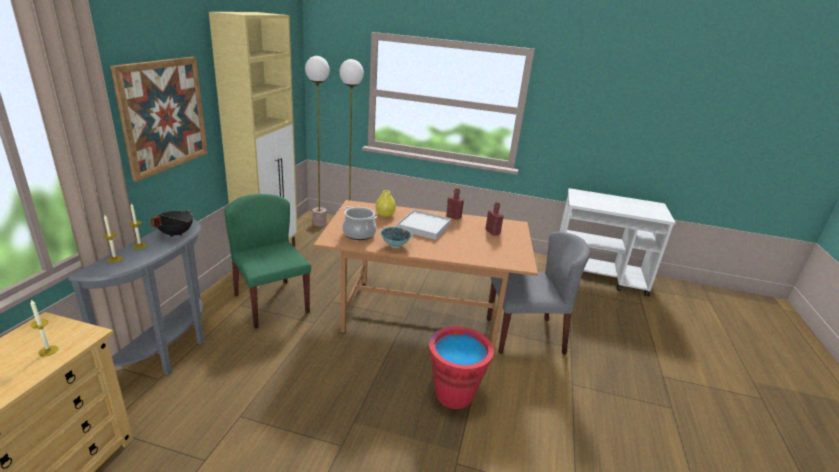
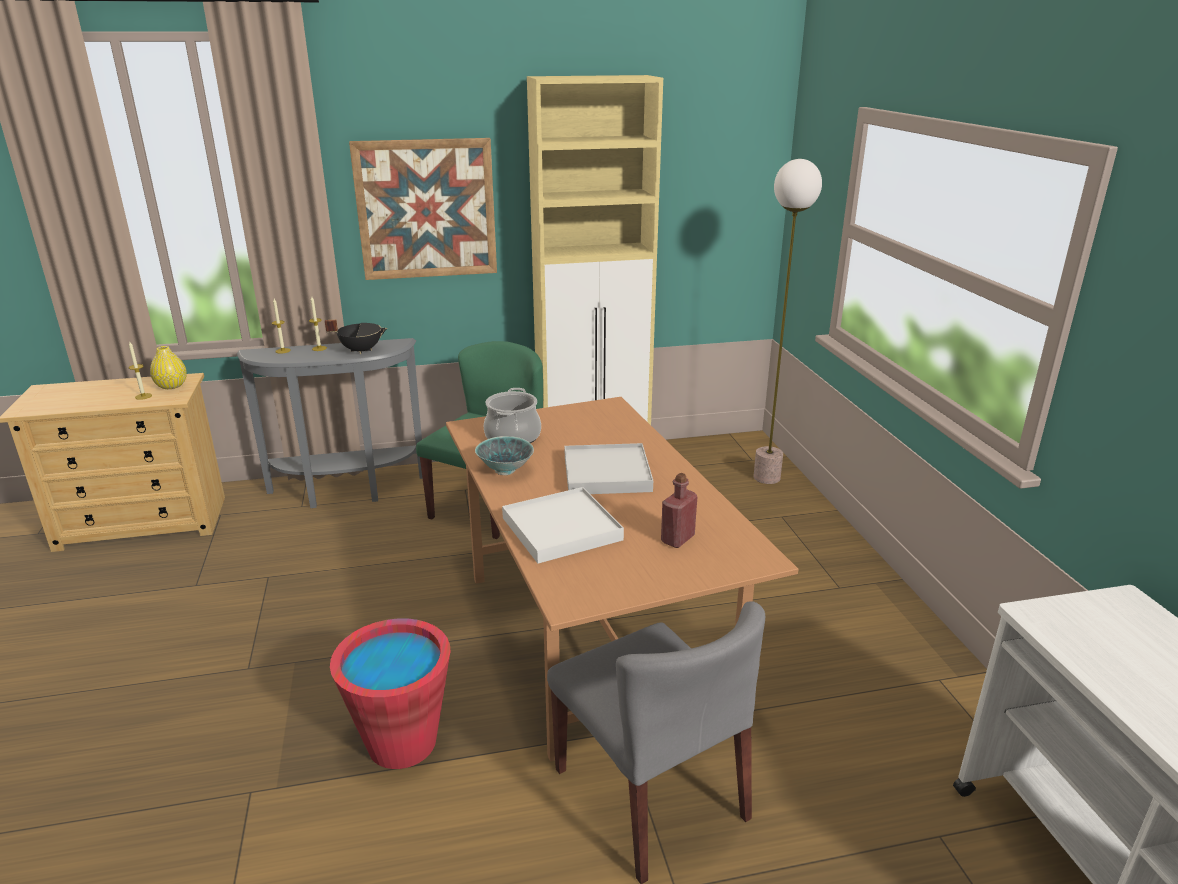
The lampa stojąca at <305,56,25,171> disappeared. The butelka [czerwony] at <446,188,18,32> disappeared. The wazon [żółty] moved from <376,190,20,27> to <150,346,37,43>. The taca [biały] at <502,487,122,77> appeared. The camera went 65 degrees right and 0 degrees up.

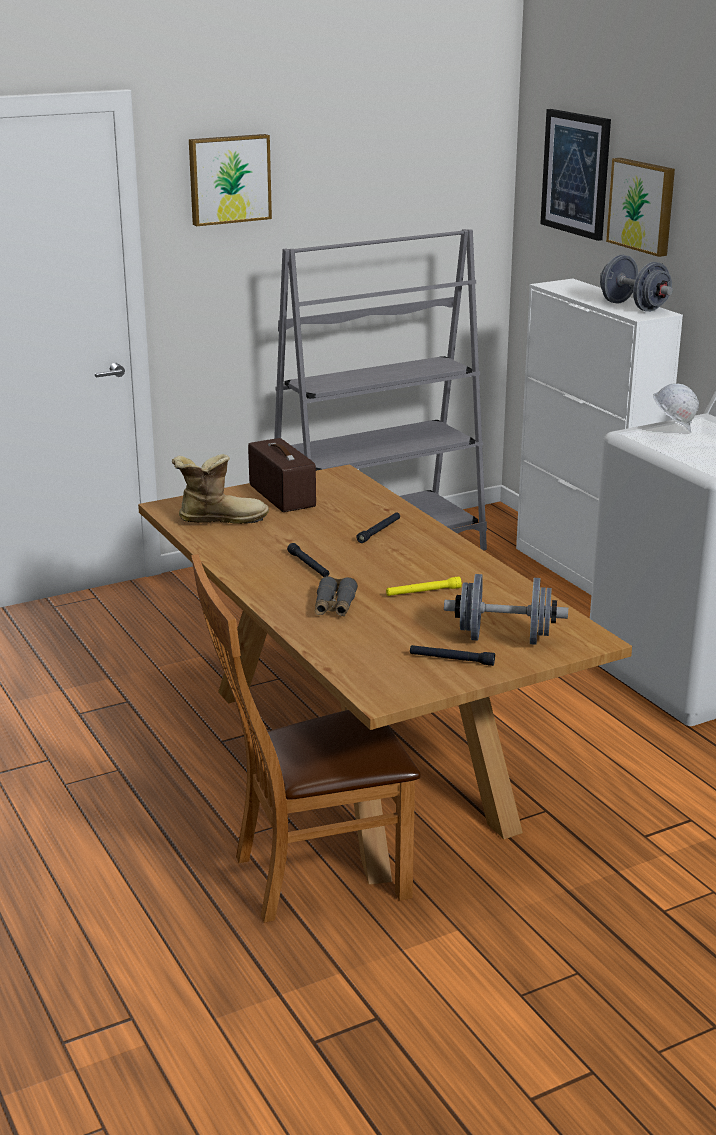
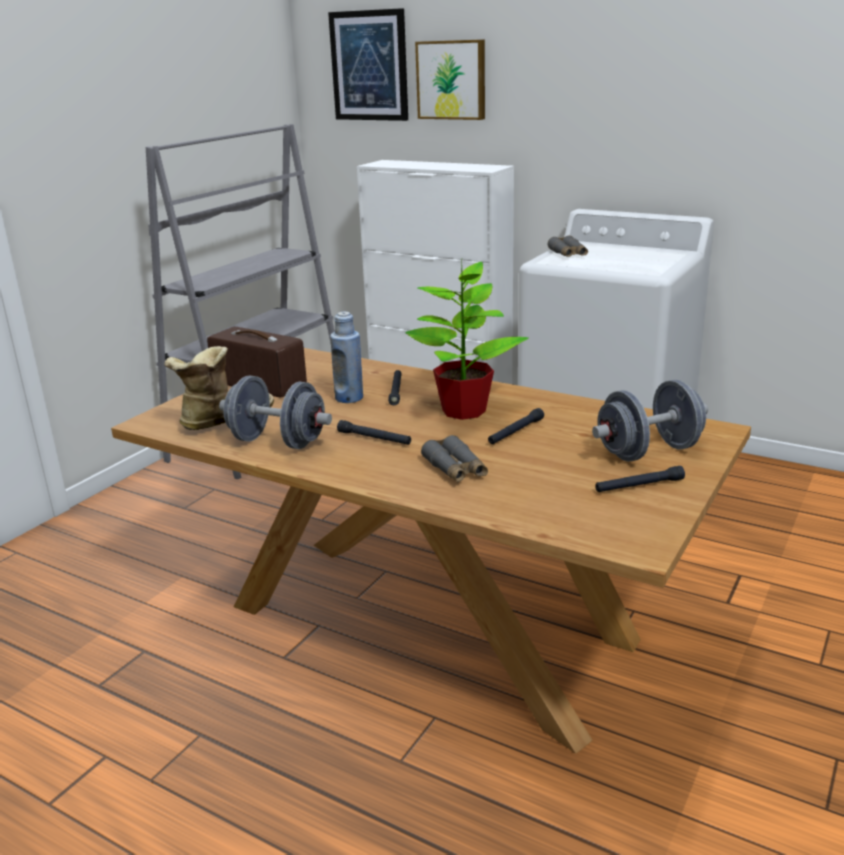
The obraz at <189,134,83,92> disappeared. The hantel [szary] moved from <600,255,73,57> to <219,376,113,73>. The kask [biały] at <653,383,46,50> was replaced by the lornetka [szary] at <548,236,40,21>. The krzesło [brązowy] at <191,554,230,369> disappeared. The latarka [żółty] at <386,577,76,19> became the latarka [czarny] at <488,408,56,36>. The roślina doniczkowa at <406,261,123,159> appeared. The butelka [niebieski] at <330,312,33,91> appeared. The camera went 30 degrees left and 0 degrees up.

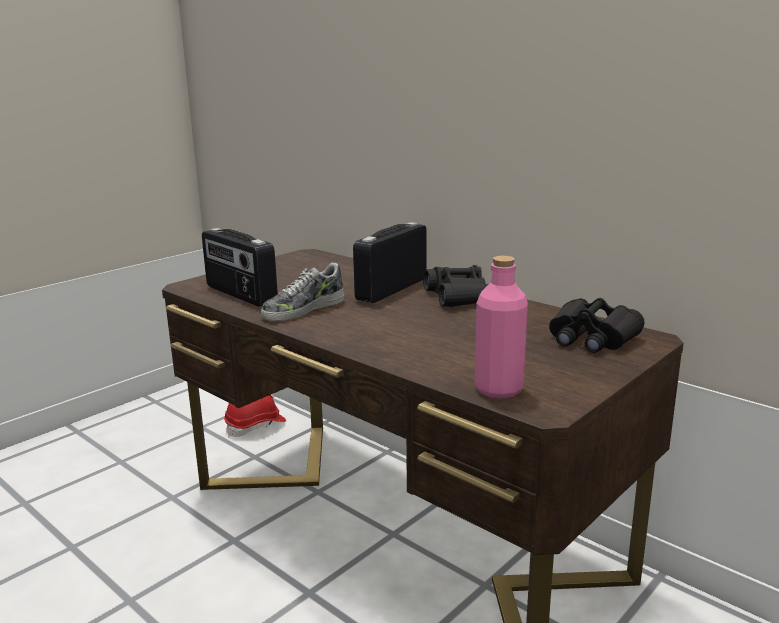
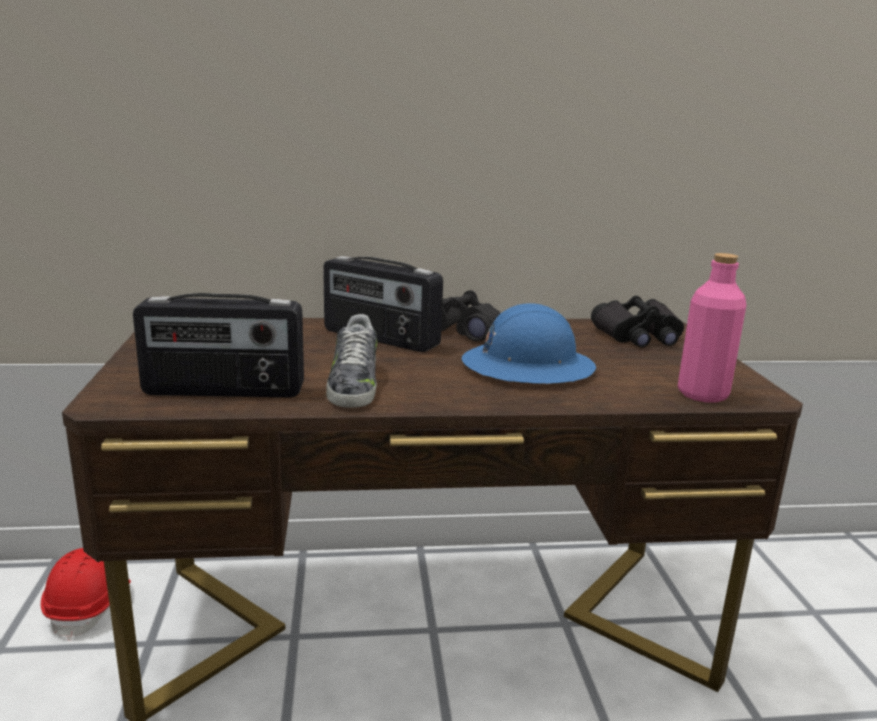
The radio at <353,222,73,81> turned 45 degrees counterclockwise. The kask [niebieski] at <462,303,134,81> appeared. The camera went 50 degrees left and 0 degrees up.

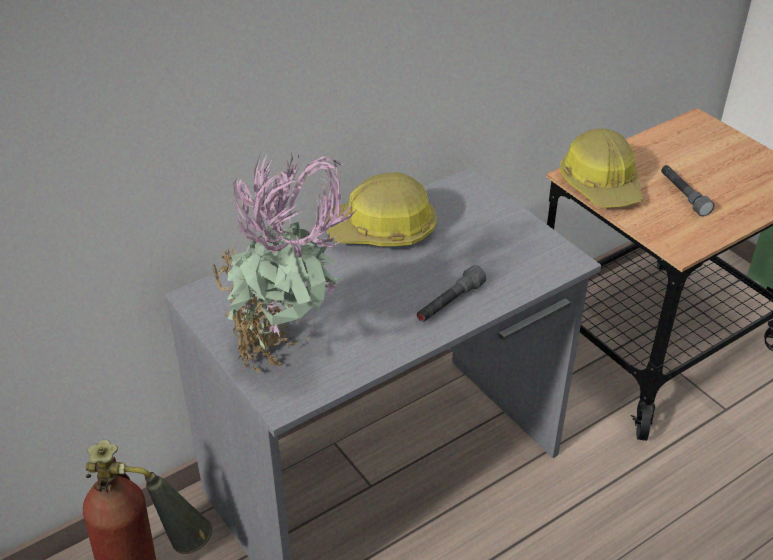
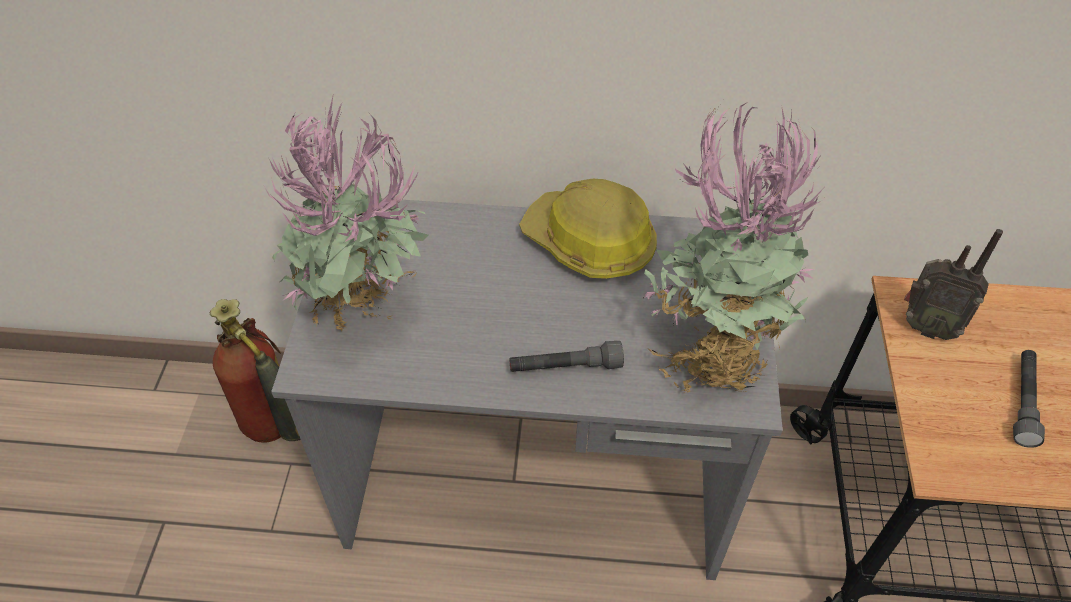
The kask at <559,129,84,79> was replaced by the radio at <904,229,99,111>. The roślina doniczkowa at <644,102,179,291> appeared. The camera went 40 degrees right and 10 degrees up.

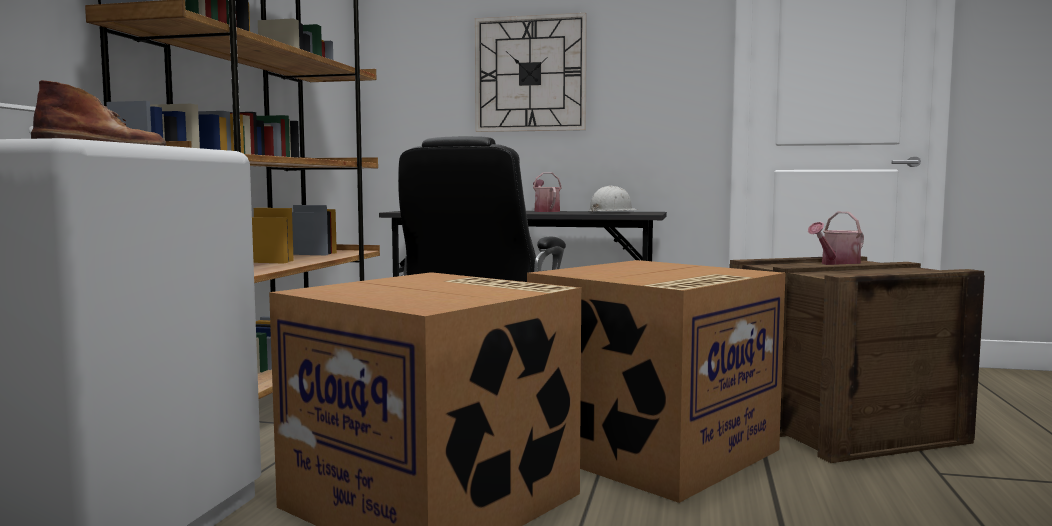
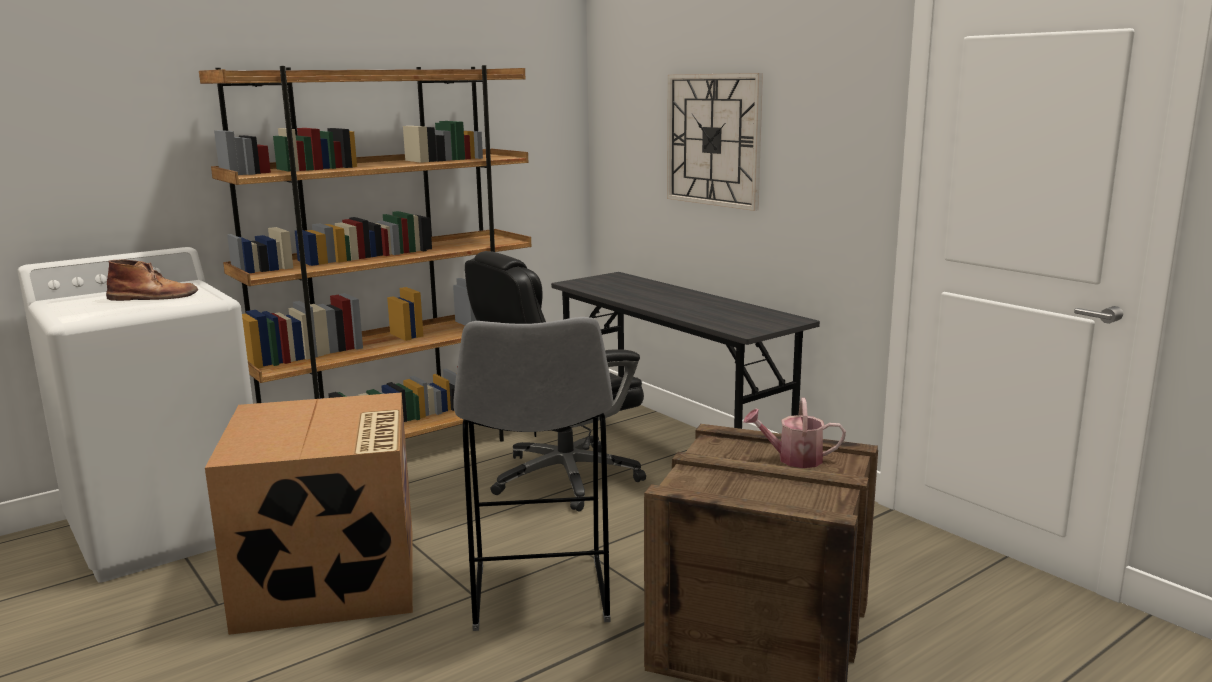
The konewka at <533,172,29,40> disappeared. The kask [biały] at <589,186,49,27> disappeared. The karton at <527,260,259,243> was replaced by the stołek [szary] at <453,317,160,314>. The camera went 40 degrees right and 10 degrees up.

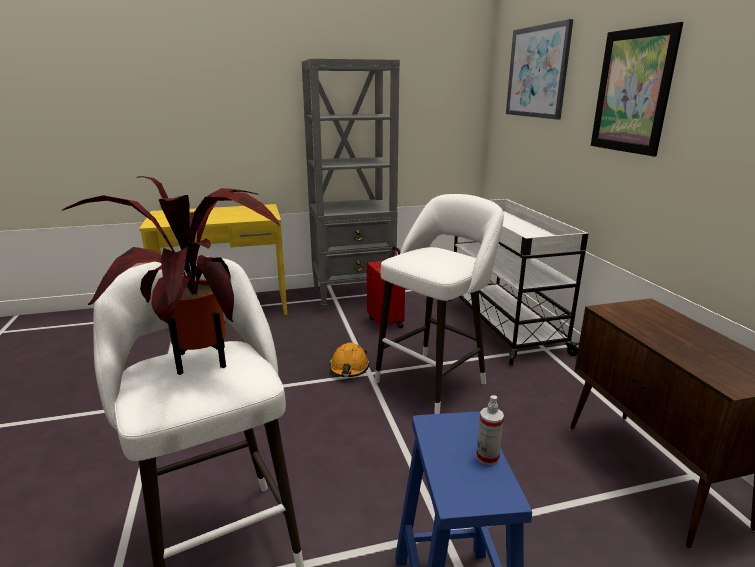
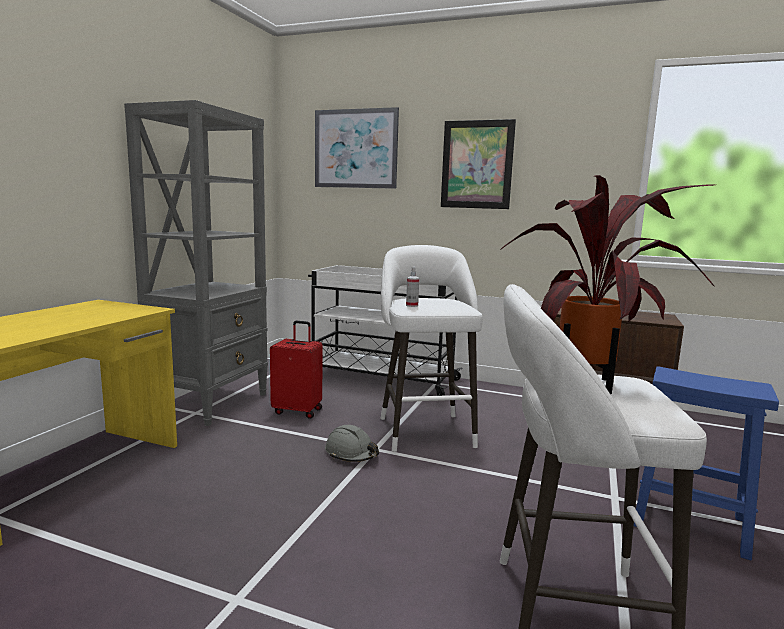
The kask [pomarańczowy] at <329,343,41,34> became the kask [szary] at <325,425,54,37>. The spryskiwacz moved from <476,395,28,70> to <406,267,13,40>. The camera went 55 degrees left and 10 degrees down.

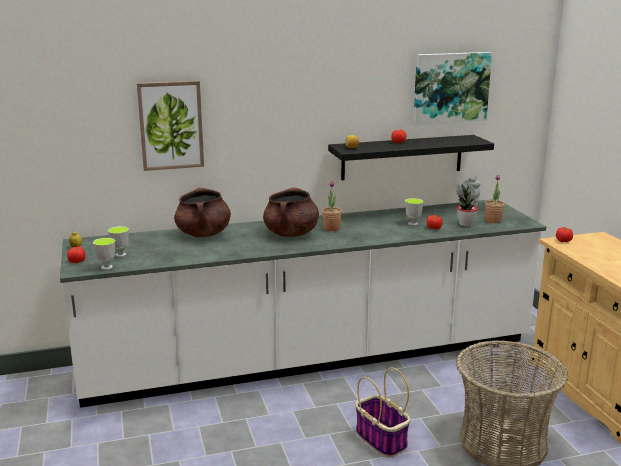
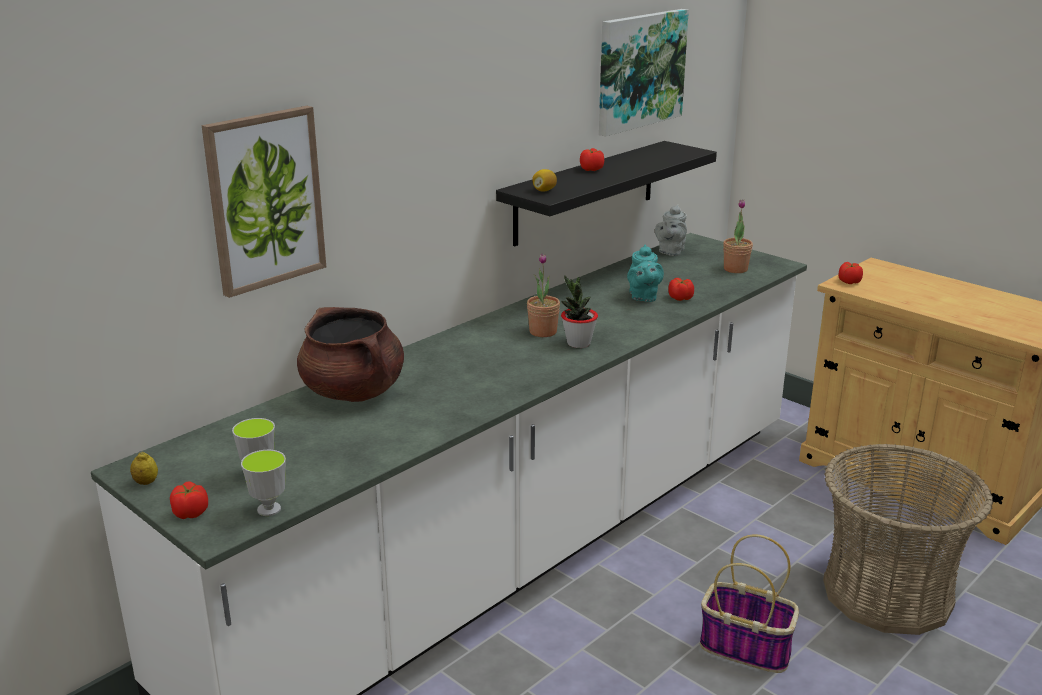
The roślina doniczkowa moved from <457,184,21,43> to <561,275,37,73>. The garnek [brązowy] at <263,187,56,50> disappeared. The filiżanka at <405,198,19,28> was replaced by the imbryk [turkusowy] at <627,244,37,58>. The camera went 30 degrees left and 5 degrees up.

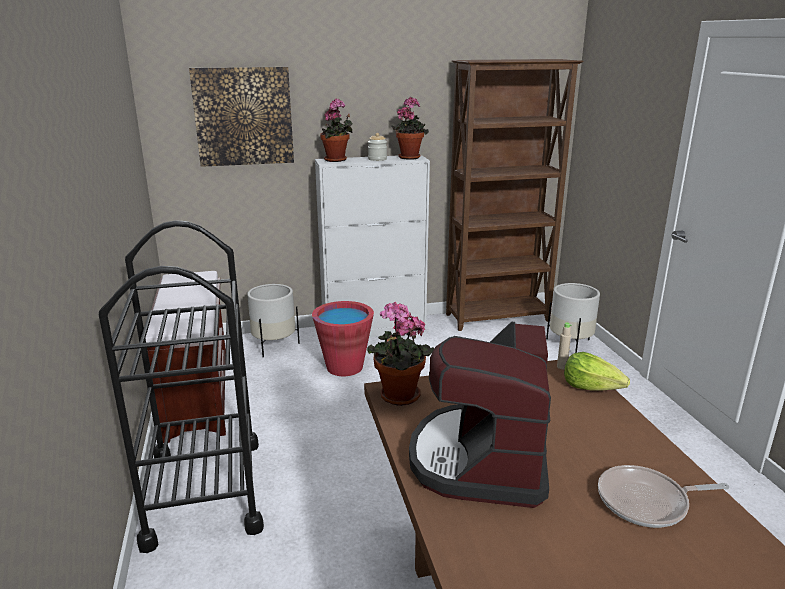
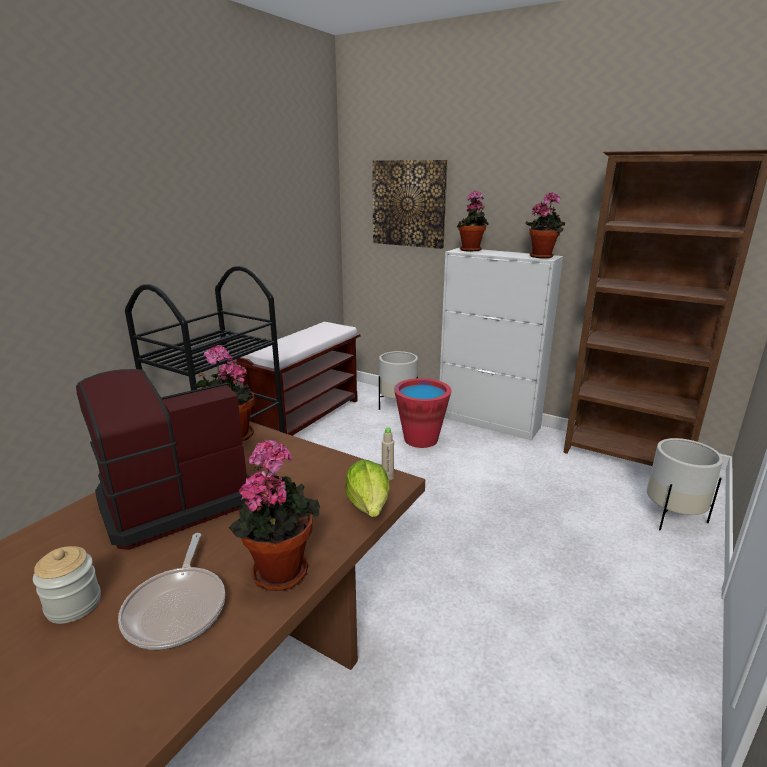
The słoik moved from <368,133,19,28> to <33,546,68,78>. The patelnia at <598,465,131,63> turned 135 degrees counterclockwise. The roślina doniczkowa at <229,440,91,151> appeared. The camera went 45 degrees right and 0 degrees up.

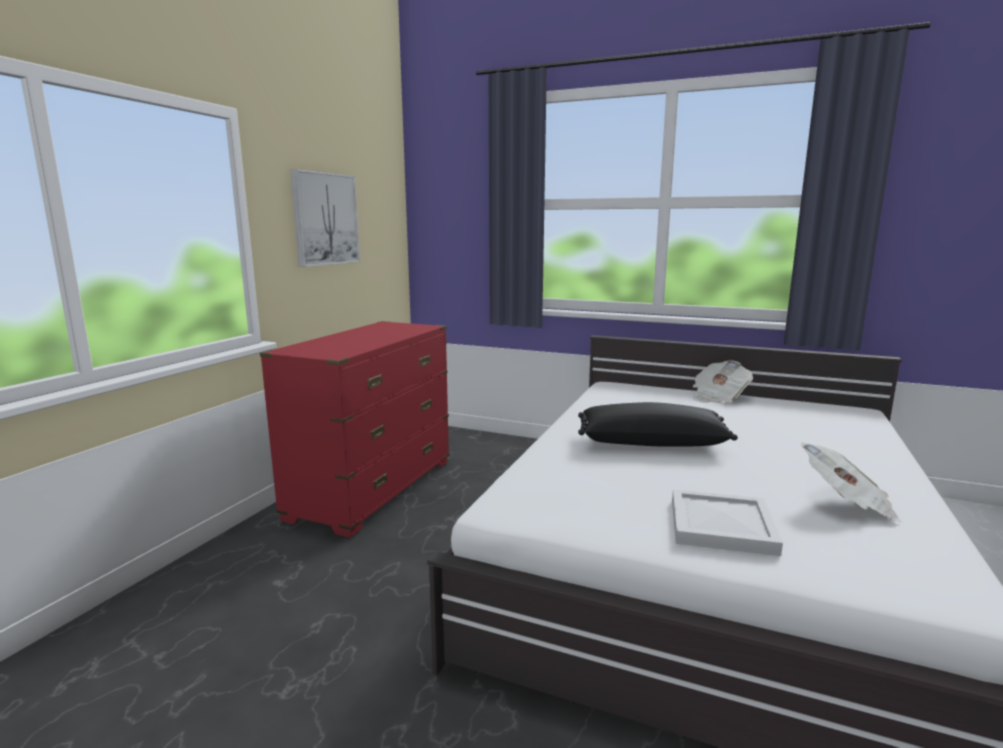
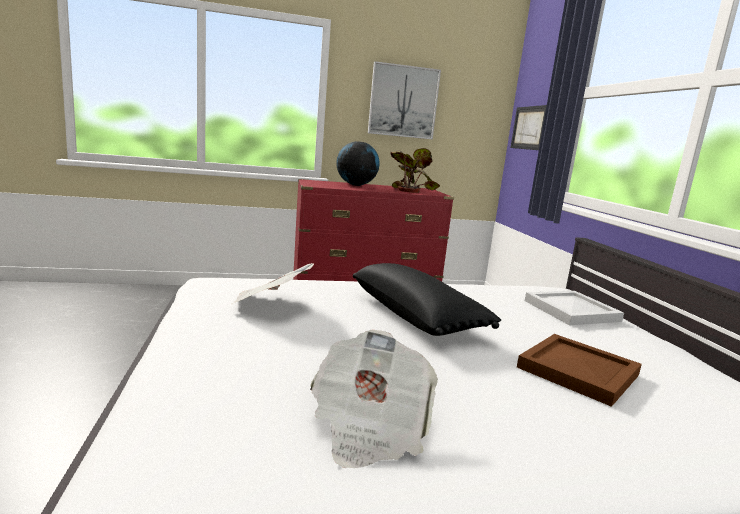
The gazeta moved from <692,360,61,43> to <232,263,82,41>. The taca [biały] moved from <672,489,111,67> to <525,291,99,34>. The obraz at <510,105,37,45> appeared. The globus at <336,141,43,45> appeared. The roślina doniczkowa at <390,148,50,45> appeared. The taca [brązowy] at <517,334,125,73> appeared. The camera went 55 degrees right and 0 degrees up.

